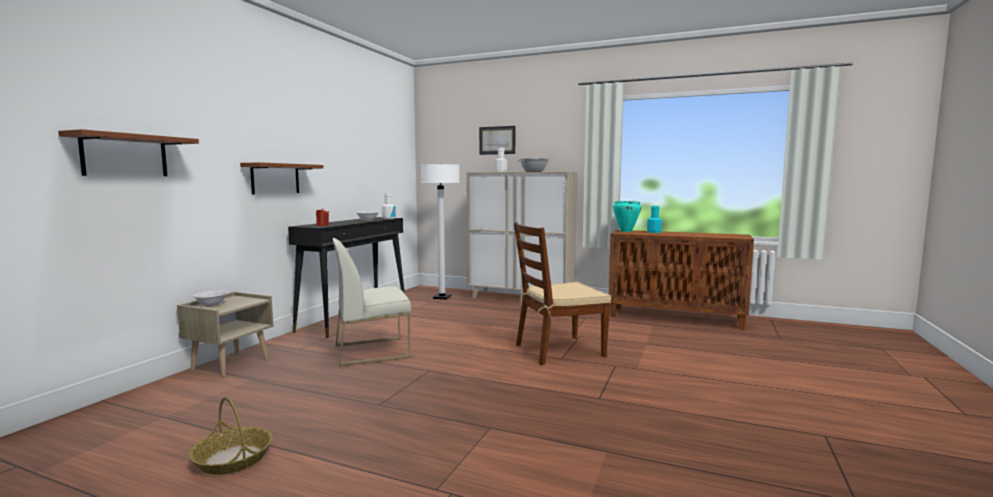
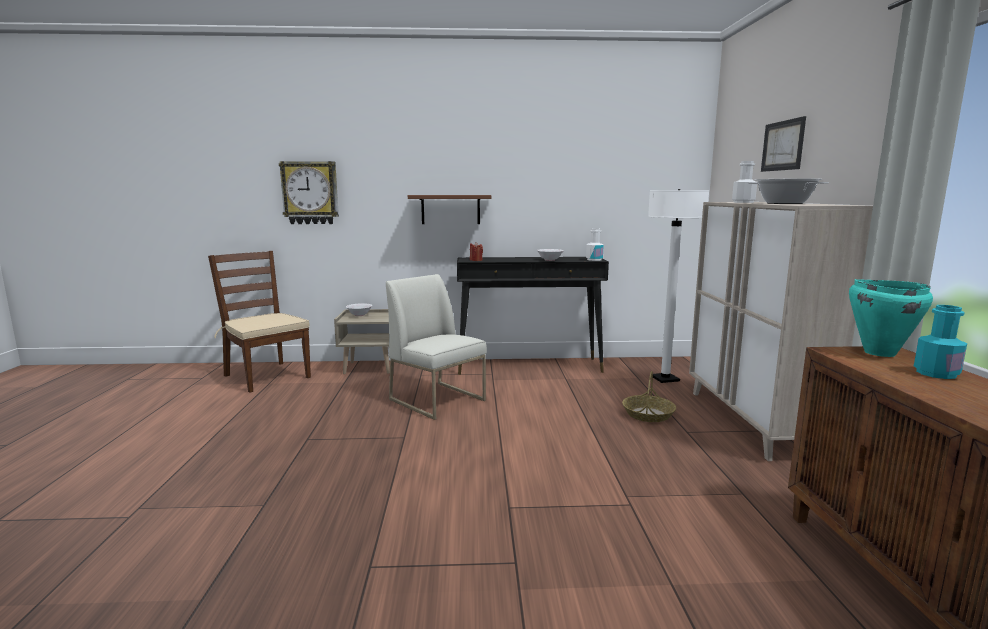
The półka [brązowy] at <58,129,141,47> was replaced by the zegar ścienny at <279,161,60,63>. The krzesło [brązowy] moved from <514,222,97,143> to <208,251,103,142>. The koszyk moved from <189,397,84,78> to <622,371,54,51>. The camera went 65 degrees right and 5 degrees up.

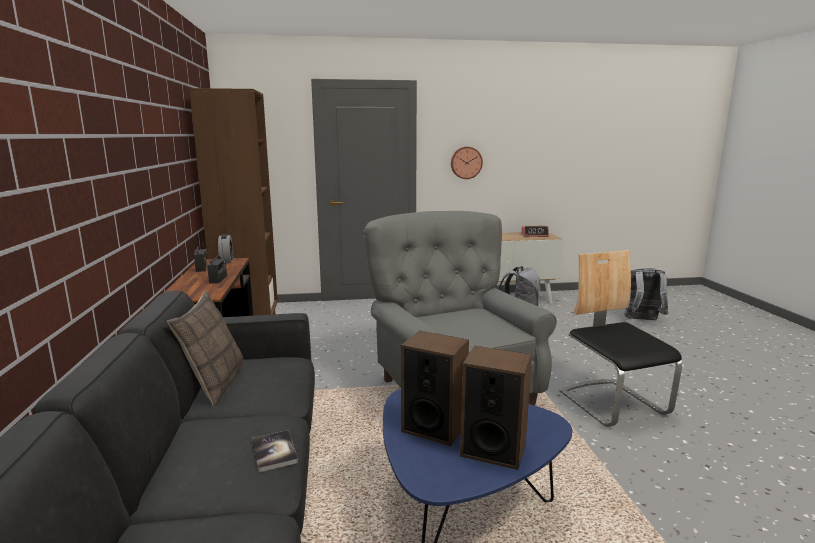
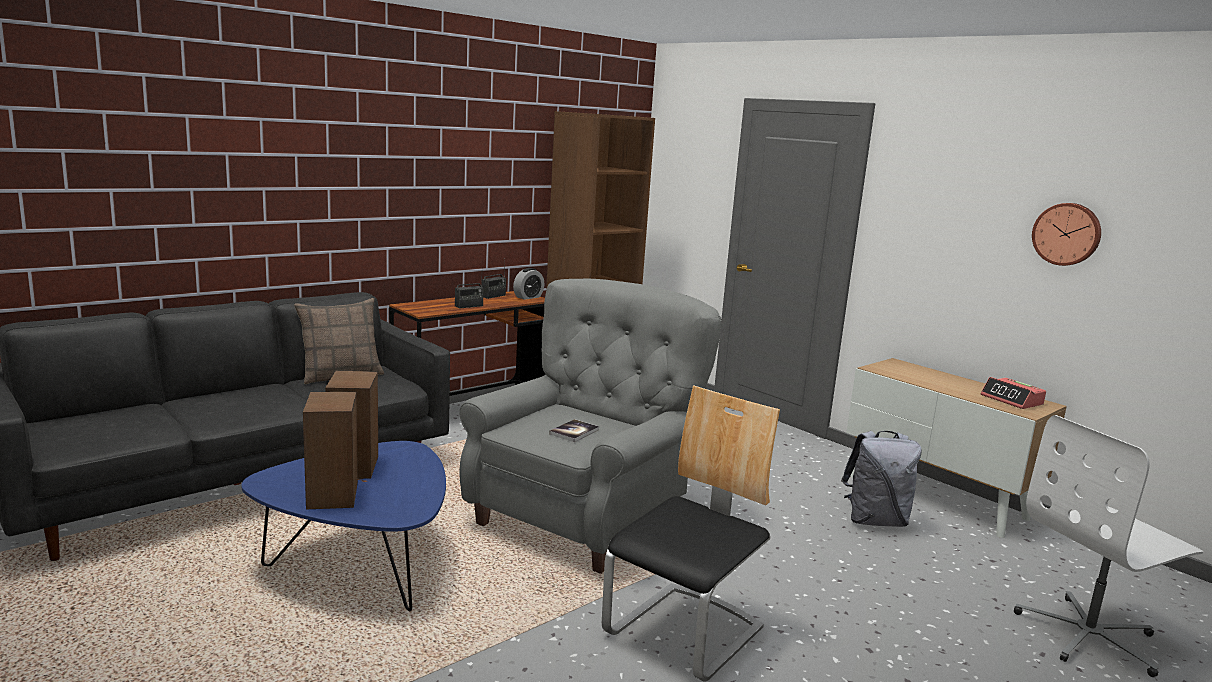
The zegar ścienny moved from <451,147,32,32> to <1032,203,69,63>. The plecak [szary] at <624,268,44,52> was replaced by the krzesło biurowe [biały] at <1014,415,189,262>. The książka moved from <252,430,46,43> to <549,419,50,23>. The camera went 55 degrees right and 0 degrees up.

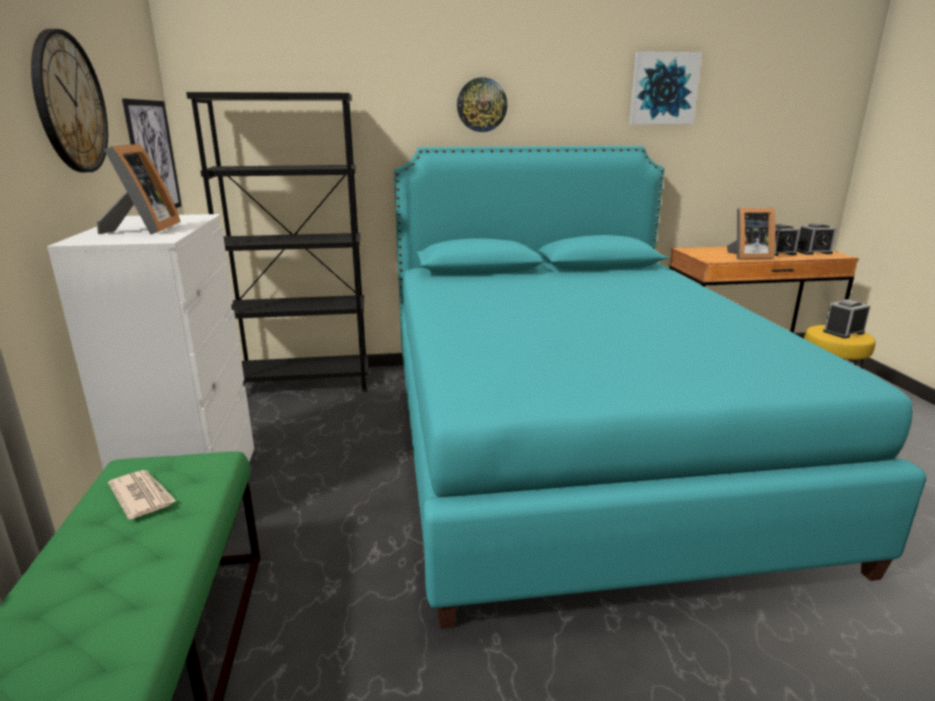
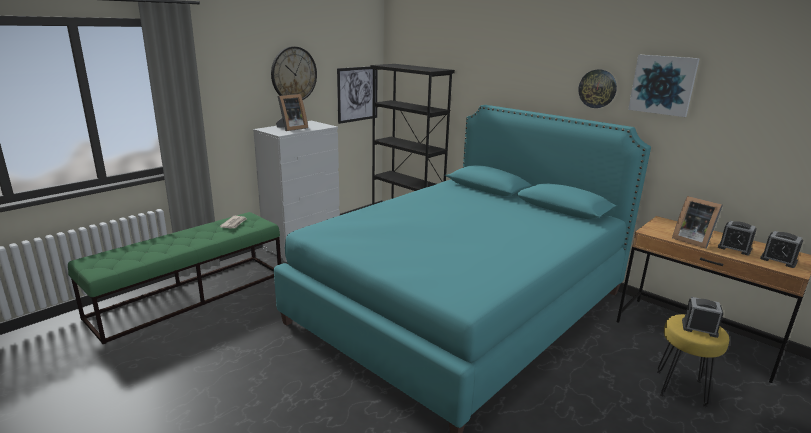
The zegar ścienny moved from <457,77,51,55> to <578,69,39,39>. The camera went 50 degrees right and 0 degrees up.

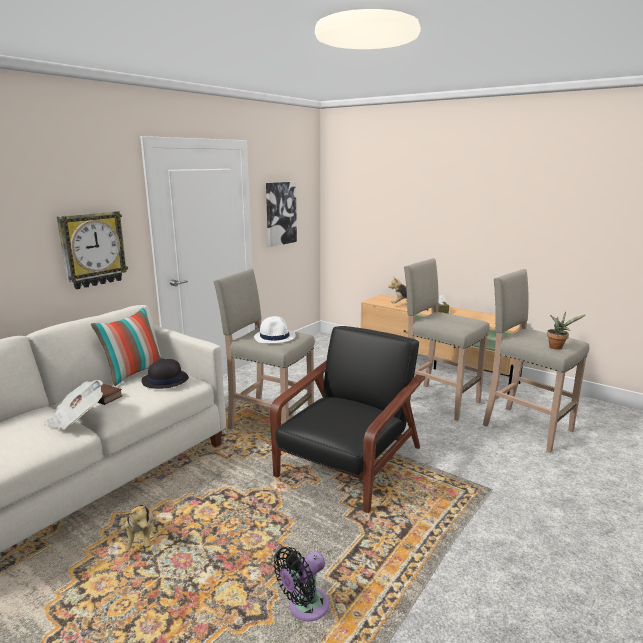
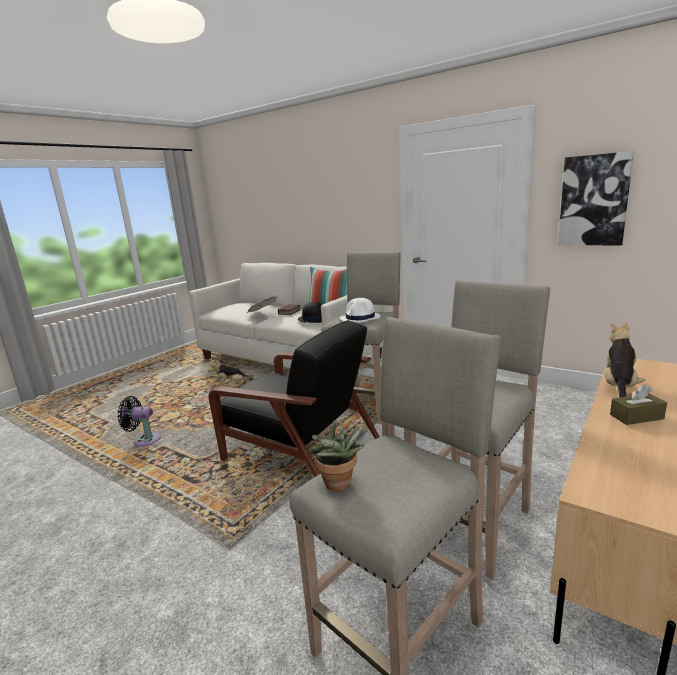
The zegar ścienny at <57,211,71,78> disappeared. The wentylator [czarny] at <274,547,55,74> turned 45 degrees counterclockwise. The camera went 90 degrees right and 0 degrees up.

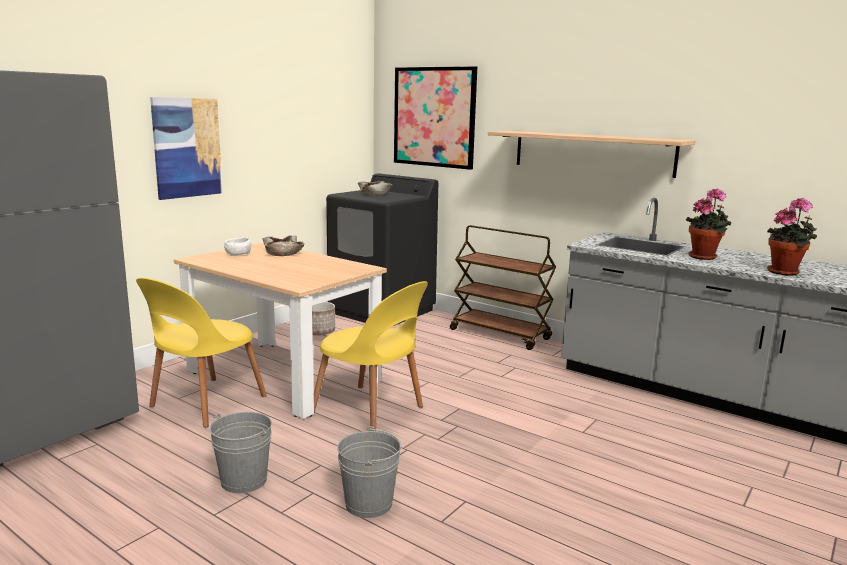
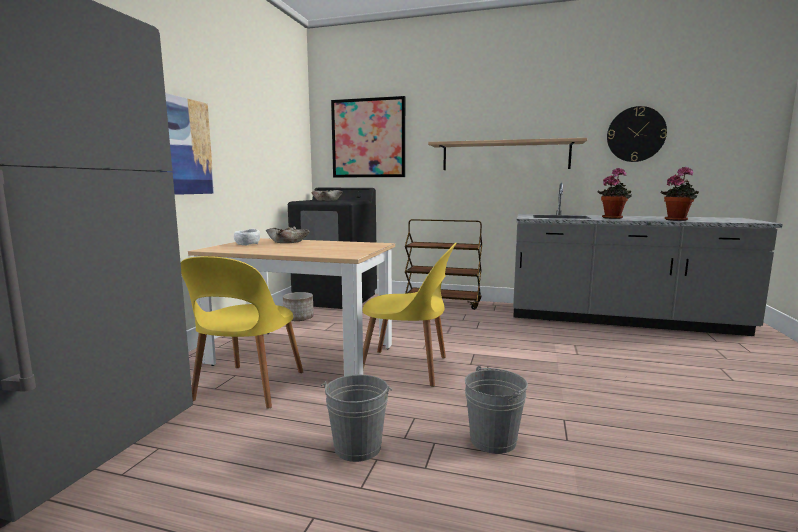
The zegar ścienny at <607,106,60,56> appeared. The camera went 20 degrees left and 5 degrees down.

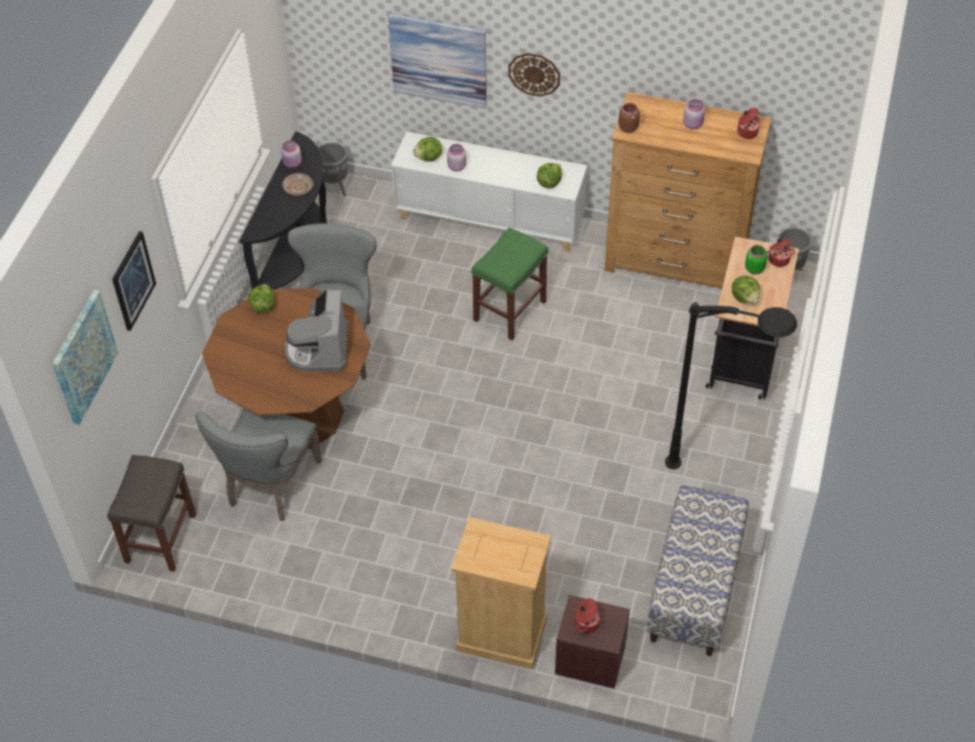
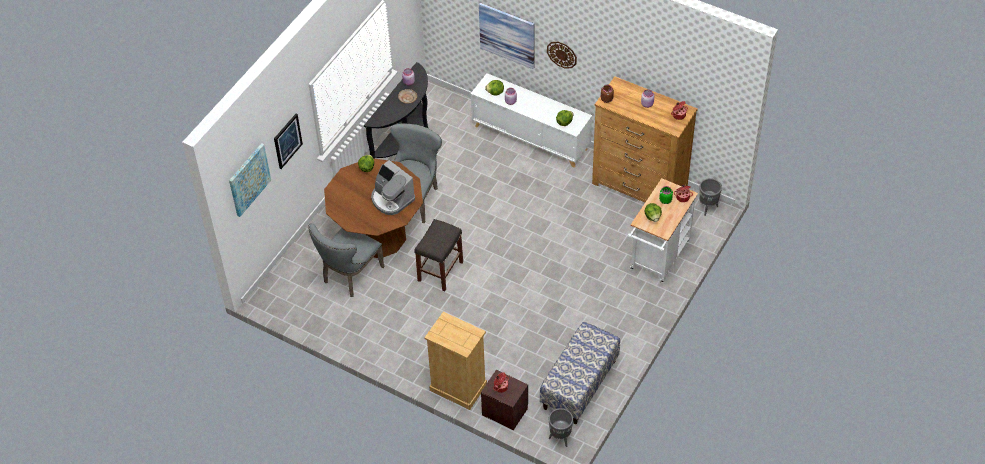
The donica [szary] moved from <318,143,29,54> to <549,408,24,39>. The stołek [zielony] at <471,228,77,112> disappeared. The wózek [czarny] at <706,236,93,164> became the wózek [biały] at <628,178,70,105>. The ekspres do kawy at <285,289,63,83> turned 60 degrees counterclockwise. The lampa stojąca [czarny] at <665,302,132,167> disappeared. The stołek [szary] moved from <107,455,89,117> to <414,219,49,72>. The camera went 15 degrees right and 0 degrees up.

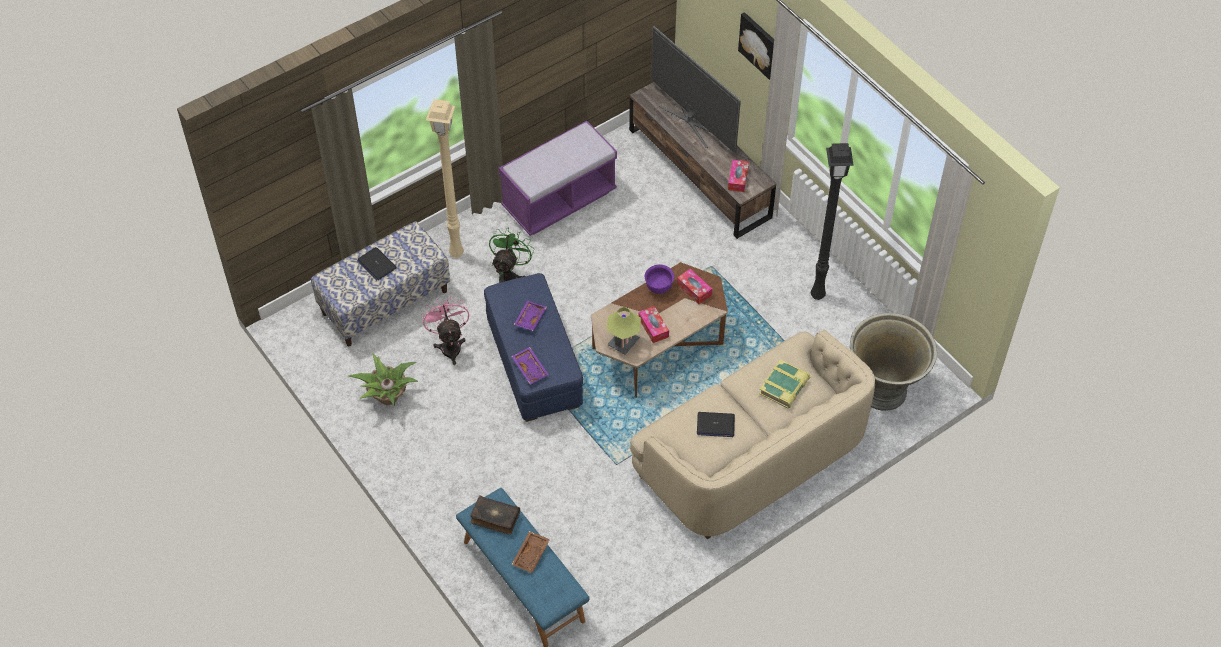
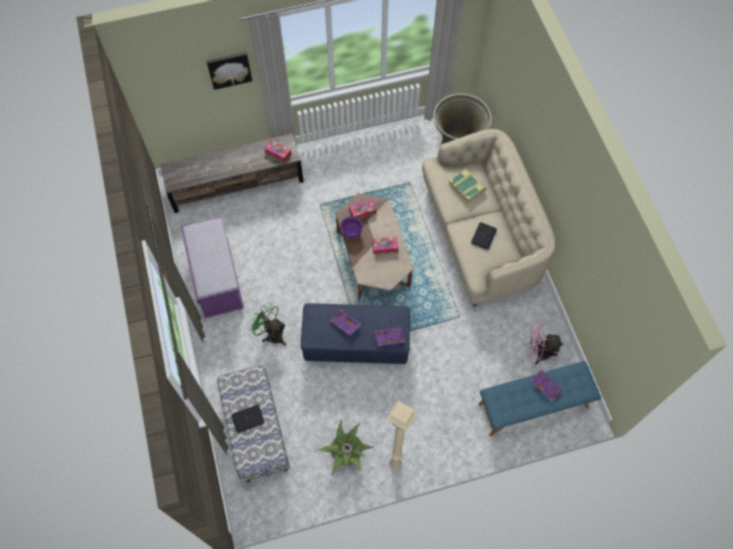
The telewizor at <651,26,90,127> disappeared. The lampa stojąca [beżowy] moved from <426,99,38,159> to <387,400,31,70>. The lampa stojąca [czarny] at <811,143,43,157> disappeared. The wentylator [różowy] moved from <422,296,47,69> to <529,324,34,41>. The lampa stołowa at <607,307,34,48> disappeared. The książka at <470,495,50,40> disappeared. The taca [brązowy] at <511,531,39,42> became the taca [fioletowy] at <531,369,32,33>. The camera went 70 degrees left and 10 degrees up.

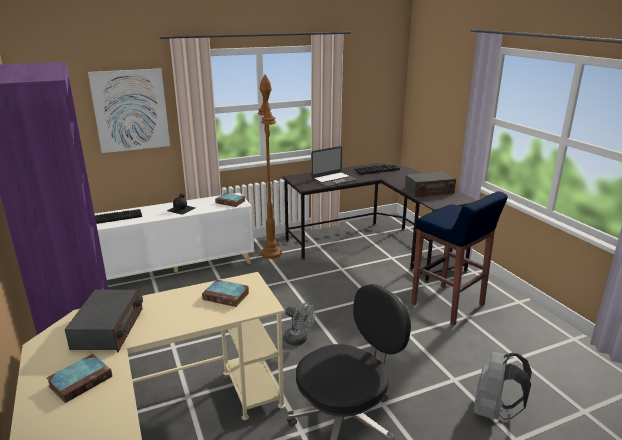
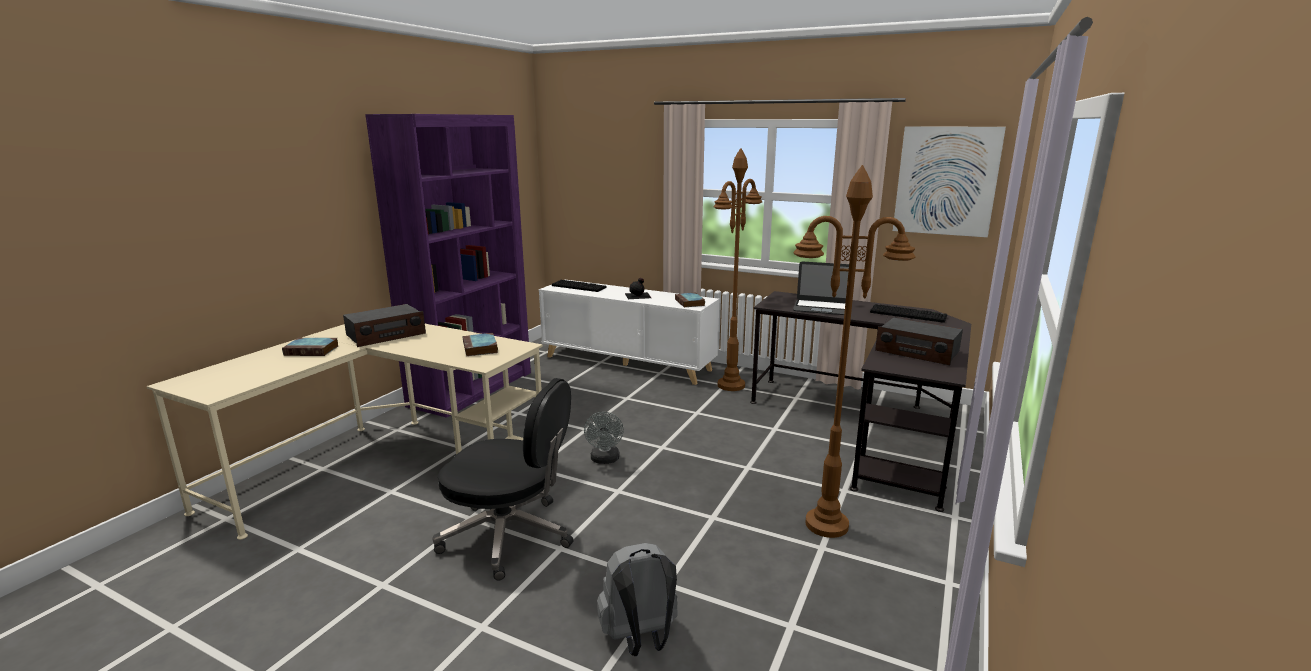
The obraz moved from <88,68,82,85> to <893,126,113,111>. The stołek [niebieski] at <411,191,97,135> was replaced by the lampa stojąca [brązowy] at <793,165,122,373>. The camera went 50 degrees right and 5 degrees down.

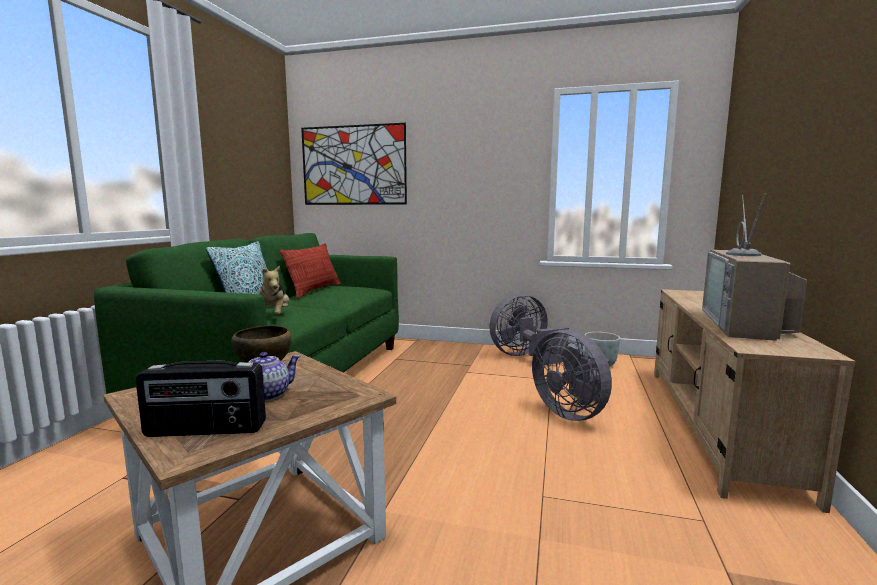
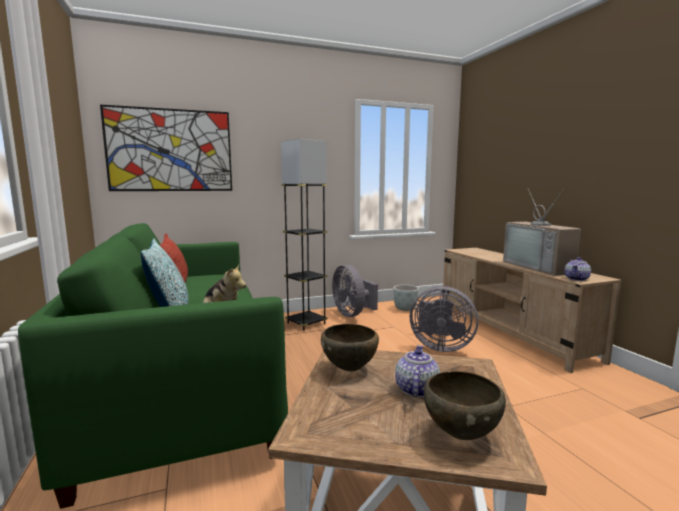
The wentylator [szary] at <490,294,79,71> turned 60 degrees counterclockwise. The radio at <136,361,130,76> was replaced by the miska [brązowy] at <424,371,82,69>. The lampa stojąca [szary] at <281,139,47,191> appeared. The imbryk at <564,257,27,24> appeared. The camera went 35 degrees left and 0 degrees up.

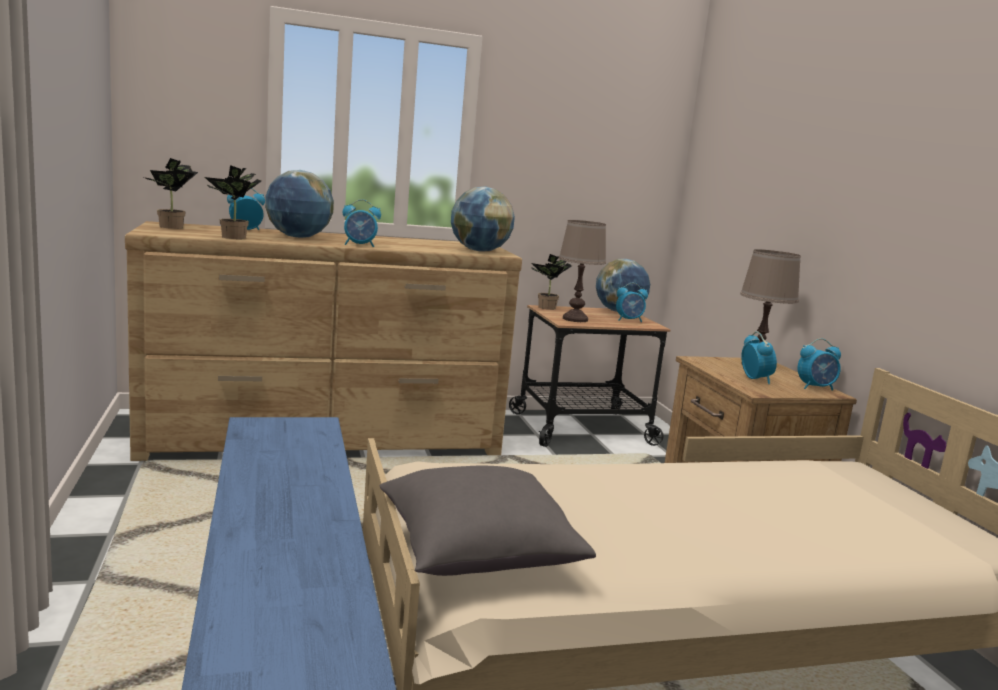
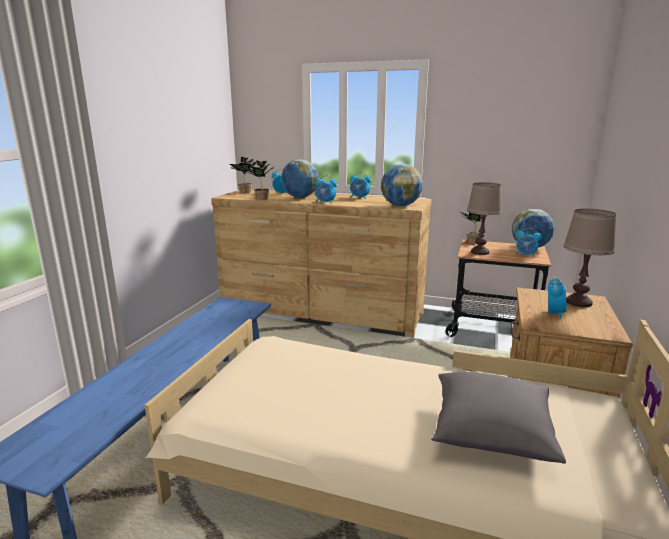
The budzik moved from <798,338,43,53> to <350,172,21,27>. The poduszka [szary] moved from <380,466,216,110> to <431,371,135,93>. The camera went 35 degrees right and 5 degrees up.

